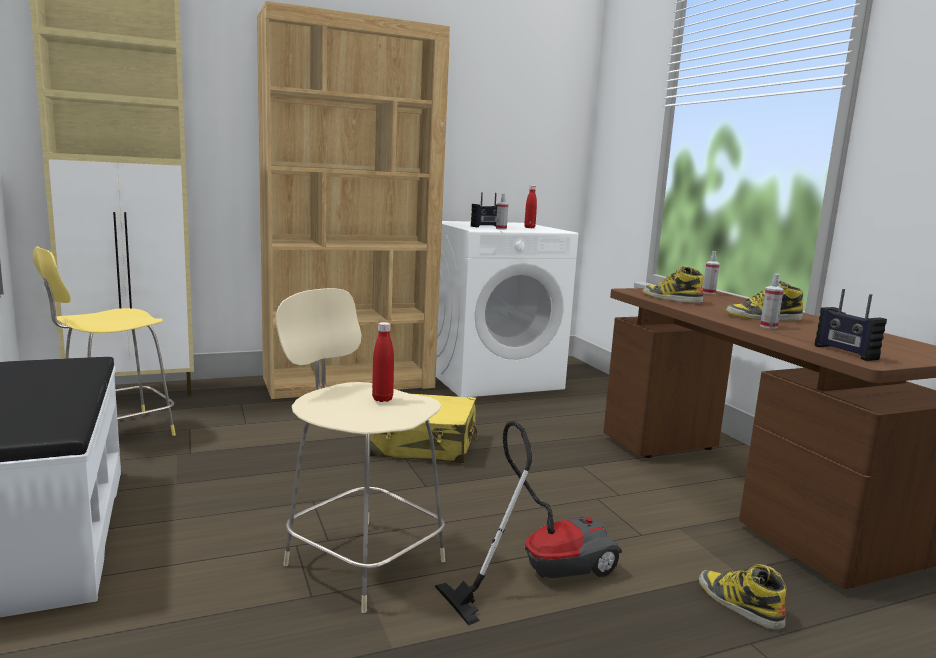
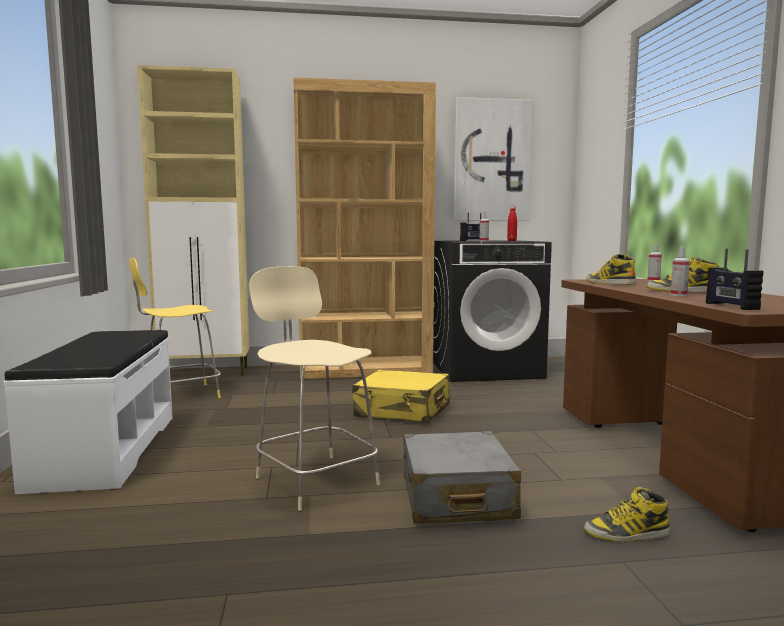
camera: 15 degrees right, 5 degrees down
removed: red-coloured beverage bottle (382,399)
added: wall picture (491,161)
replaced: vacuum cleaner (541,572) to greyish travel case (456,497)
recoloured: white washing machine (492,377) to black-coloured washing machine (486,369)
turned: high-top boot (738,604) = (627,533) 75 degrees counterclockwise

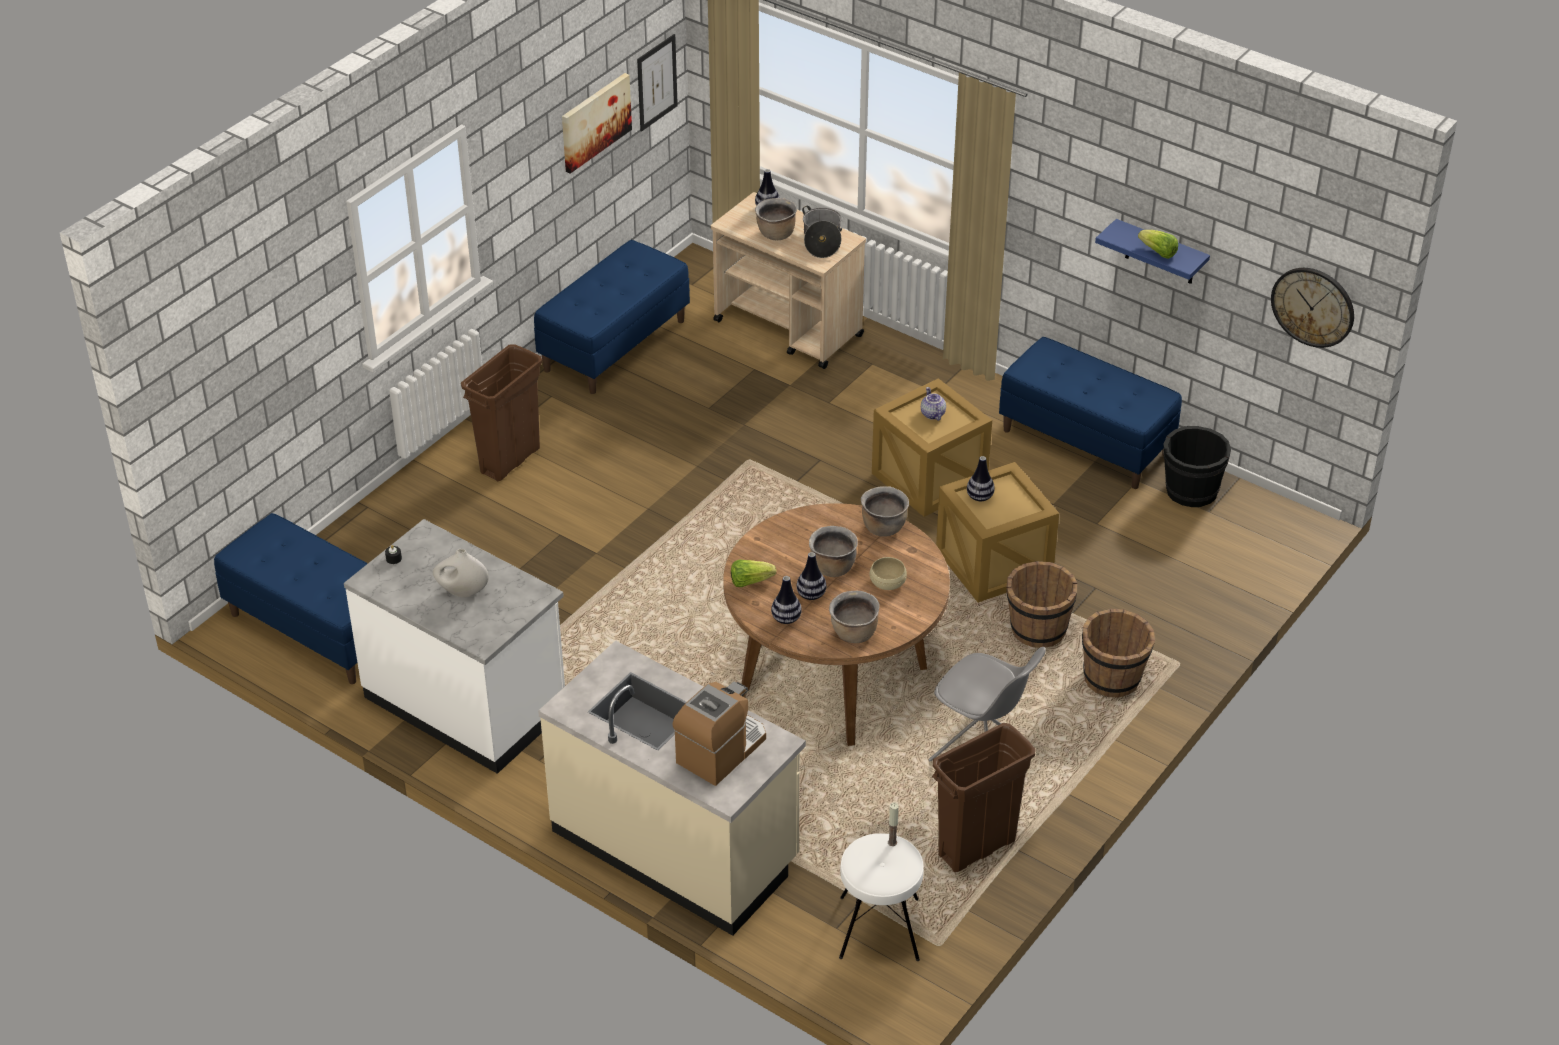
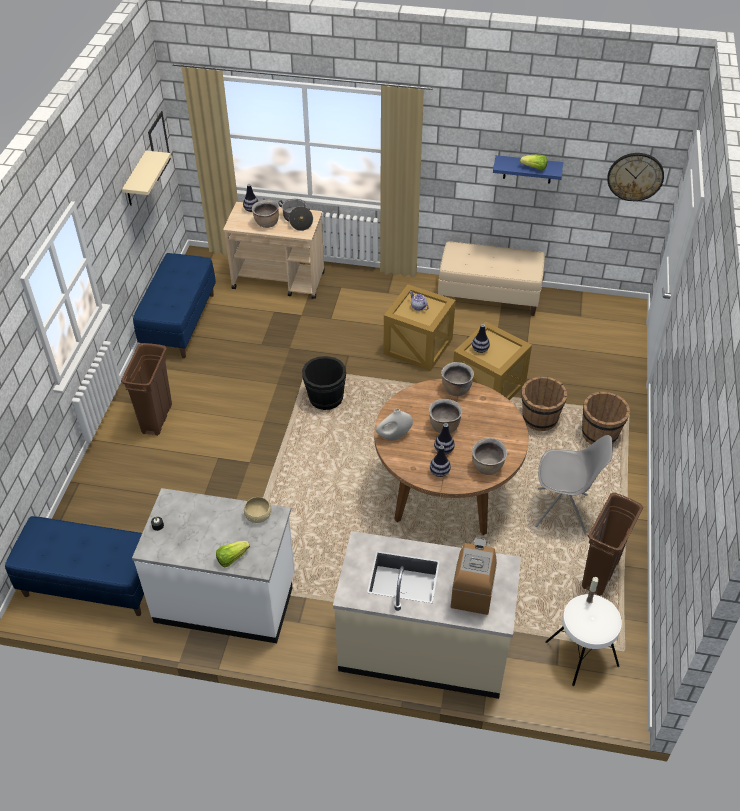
camera: 25 degrees left, 5 degrees up
moved: white flower vase (462,592) to (394,436); lettuce head (750,581) to (232,558); beige-coloured bowl (887,581) to (258,515); black-coloured pail (1190,491) to (325,398)
replaced: wall picture (595,122) to beige-coloured bracket shelf (136,180)
recoloured: bluish long seat (1086,442) to beige-coloured long seat (489,296)

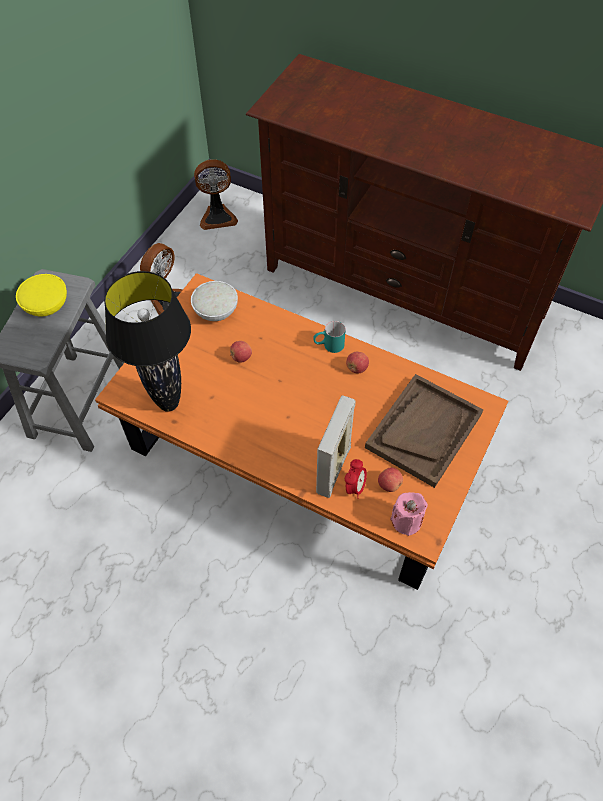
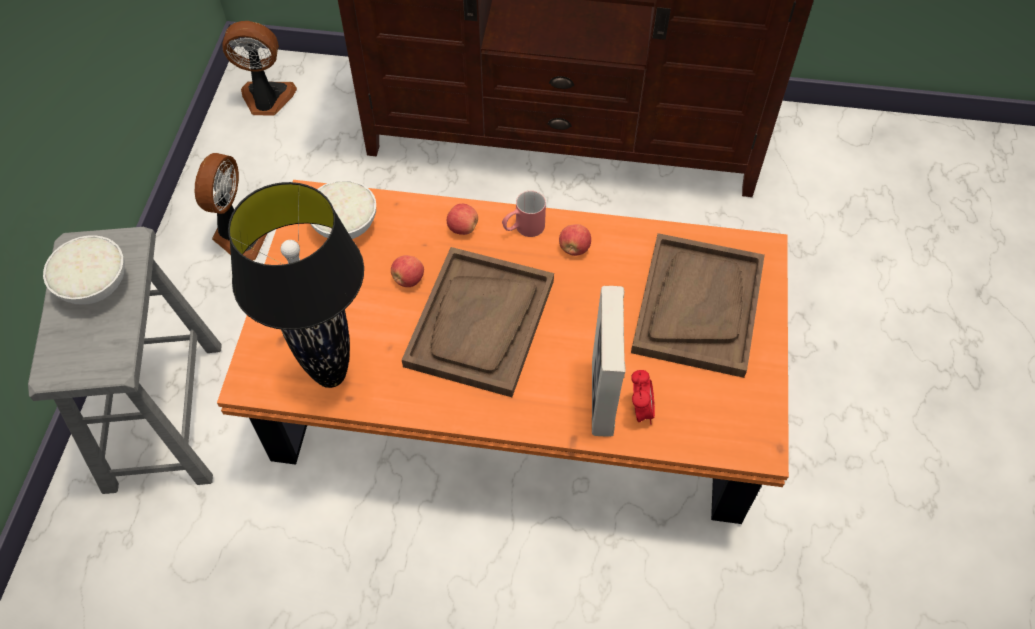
camera: 20 degrees left, 0 degrees up
removed: pink wax candle (406,521)
added: brownish serving tray (480,323)
moved: apple (389,484) to (462,228)
recoloured: yellowish bowl (46,305) to white bowl (94,285); turquoise tea mug (328,345) to red-coloured tea mug (523,228)
turned: fan (217,216) = (267,99) 150 degrees counterclockwise

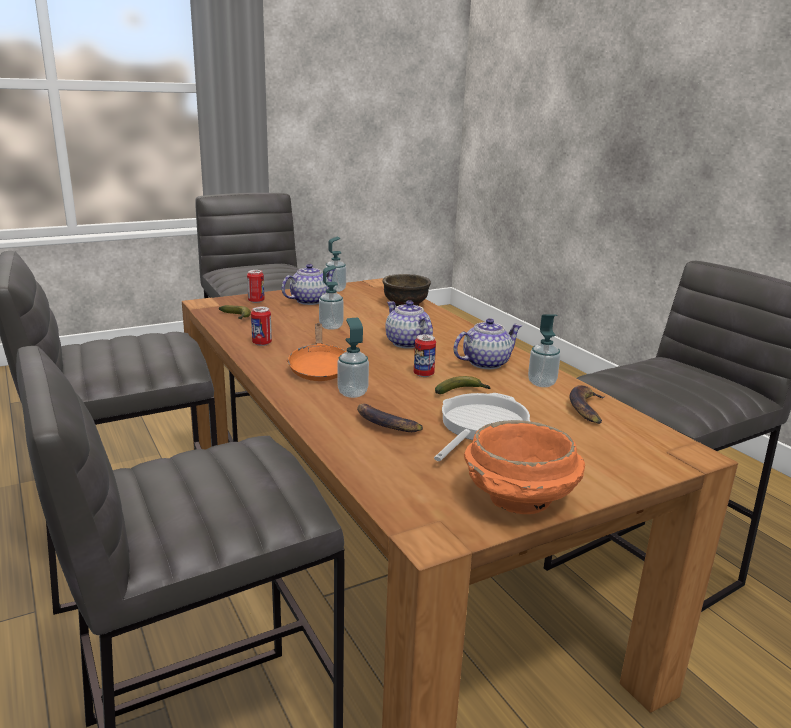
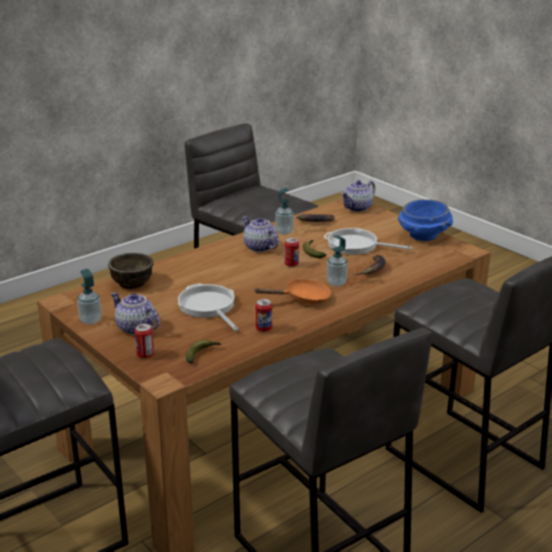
camera: 100 degrees left, 5 degrees up
moved: pot for tea (407,343) to (358,208)
replaced: soap dispenser (331,326) to frying pan (208,307)
recoloured: orange bowl (518,500) to bluish bowl (424,236)

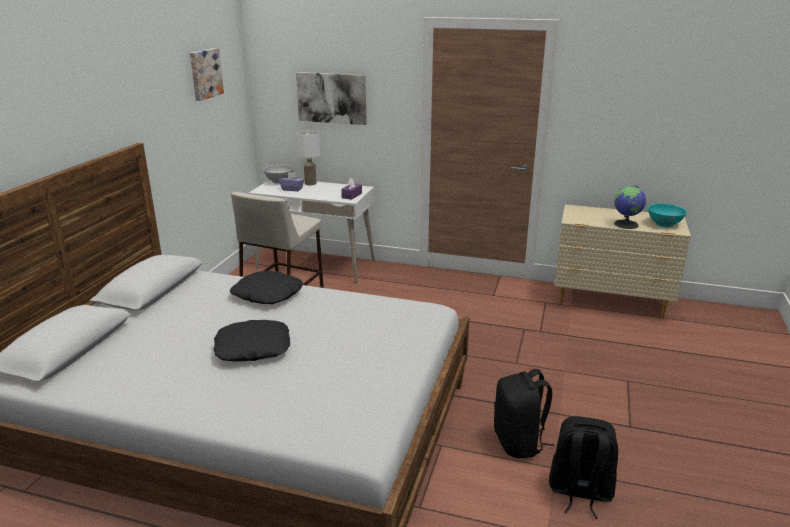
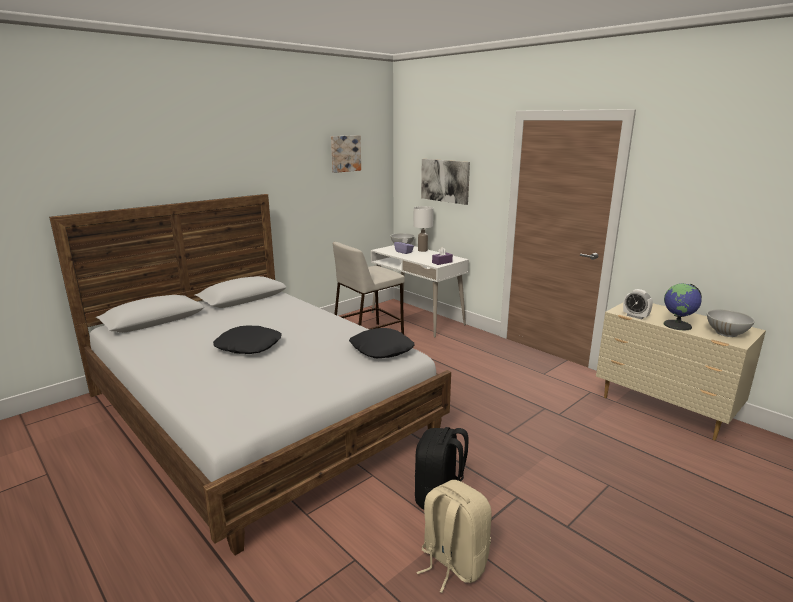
camera: 30 degrees right, 5 degrees down
added: alarm clock (635,316)
moved: black-coloured throw pillow (267,294) to (381,349)
recoloured: black-coloured backpack (579,492) to beige-coloured backpack (452,562); turquoise bowl (664,224) to white bowl (726,333)

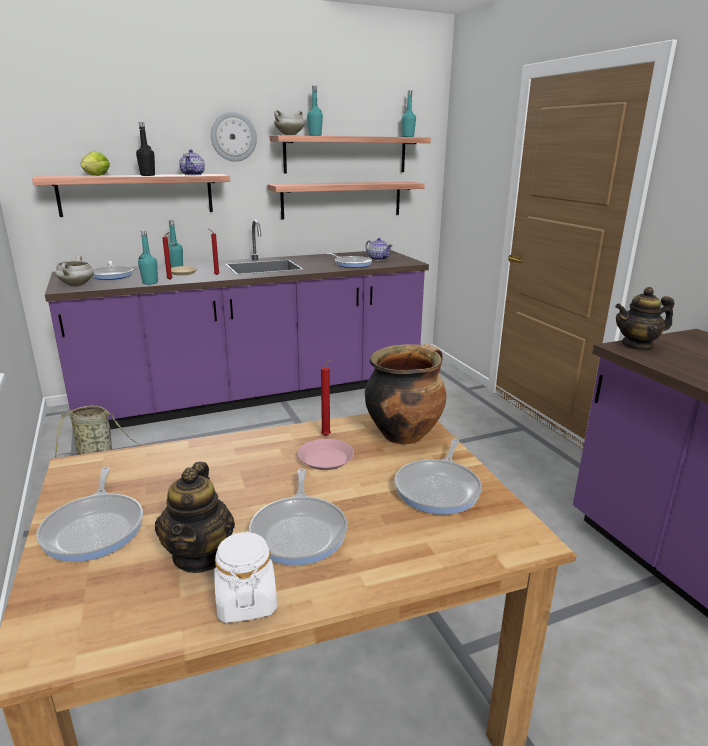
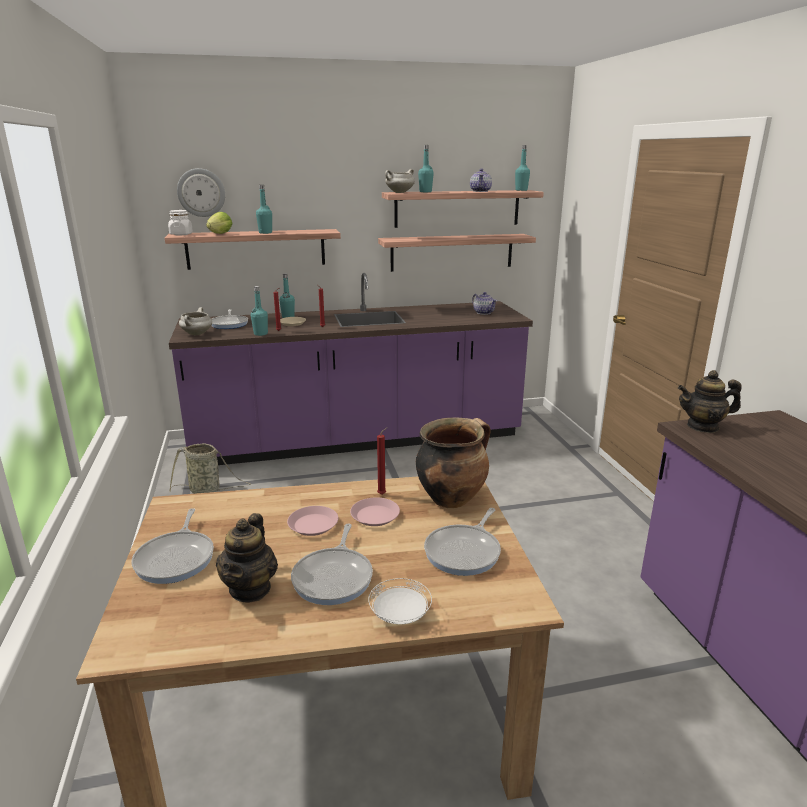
camera: 10 degrees right, 0 degrees up
removed: frying pan (351,264)
added: pink plate (313,524); white plate (399,615)
moved: pot for tea (193,174) to (480,191); clock on the wall (233,137) to (201,192); white preserve jar (246,601) to (181,234)
recoloured: black-coloured beverage bottle (147,175) to turquoise beverage bottle (265,233)

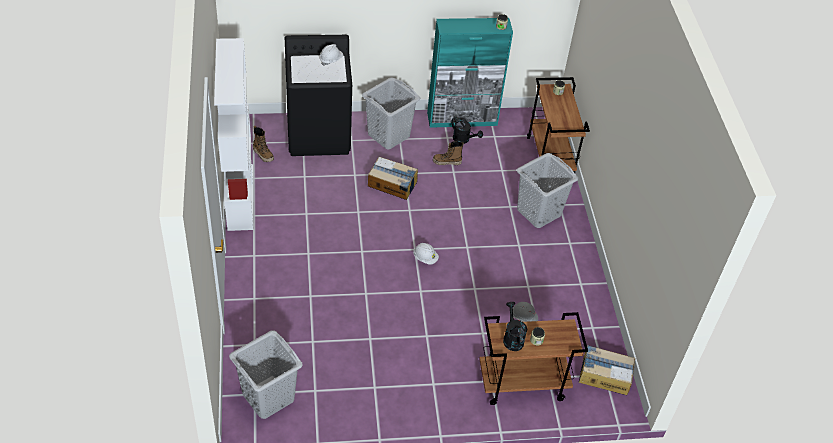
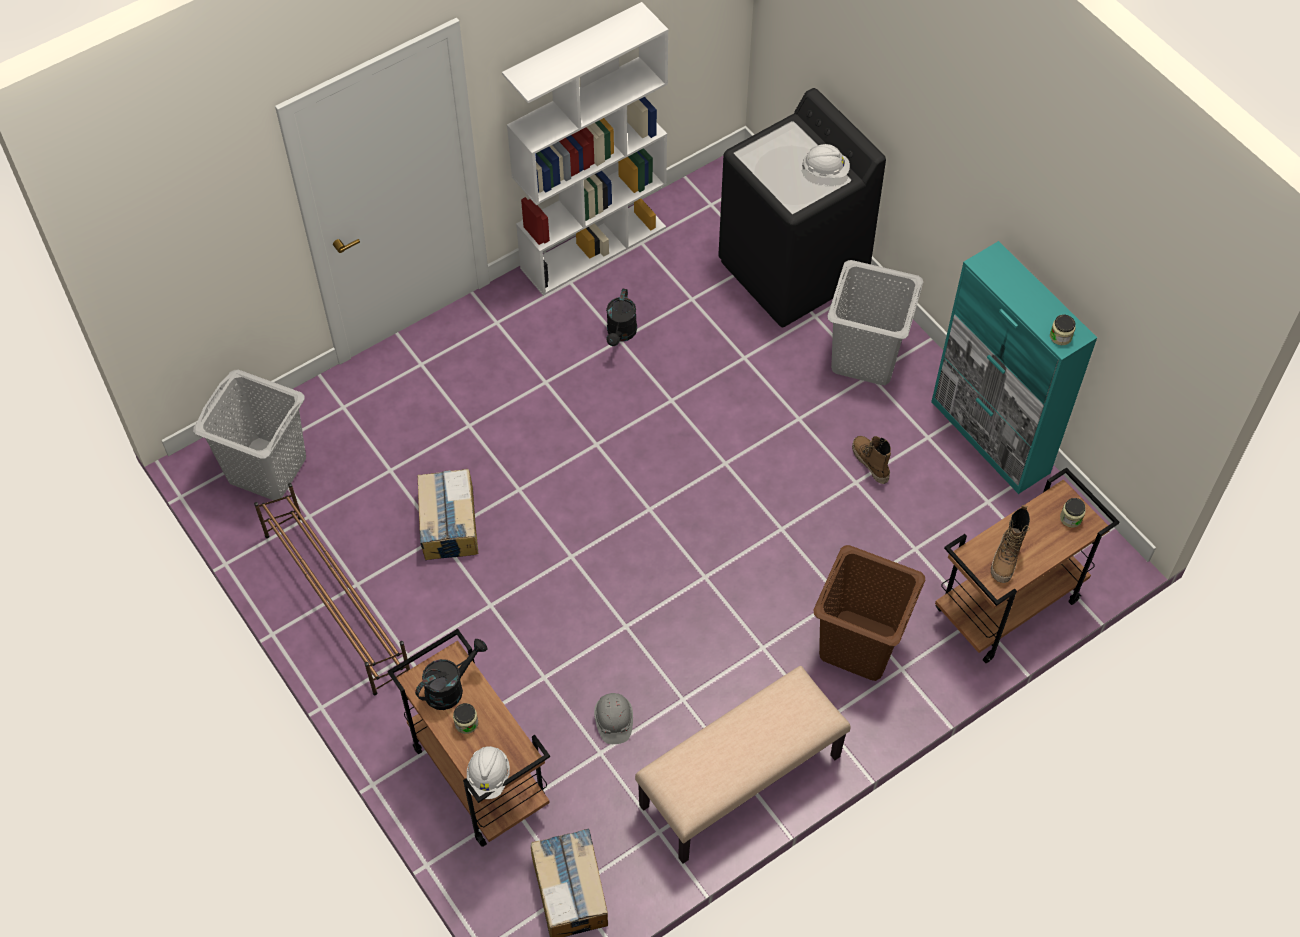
camera: 65 degrees right, 10 degrees up
added: brownish shoe rack (336,601); beige-coloured long seat (740,782)
moved: high-top boot (263,154) to (1006,559); carton (392,184) to (448,523); white work helmet (425,258) to (489,777); black-coloured watering can (464,139) to (621,334)
recoloured: greyish laundry basket (539,212) to brownish laundry basket (859,645)

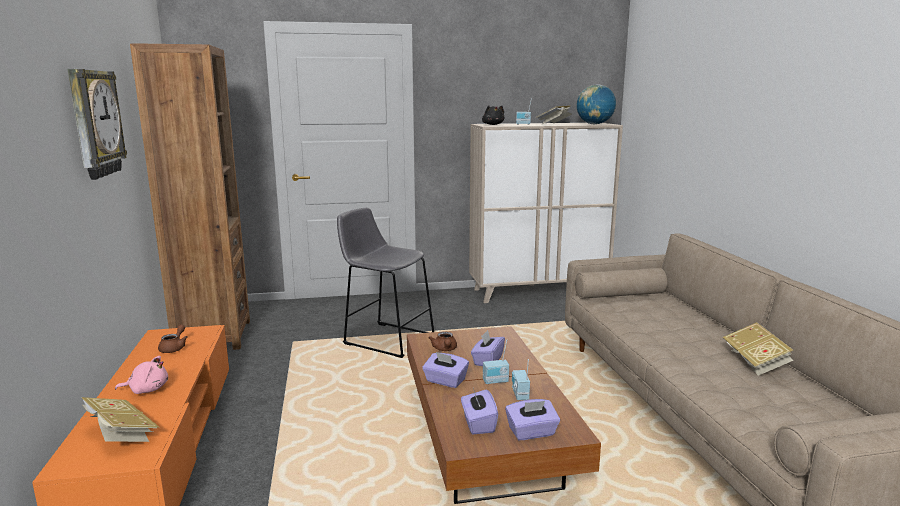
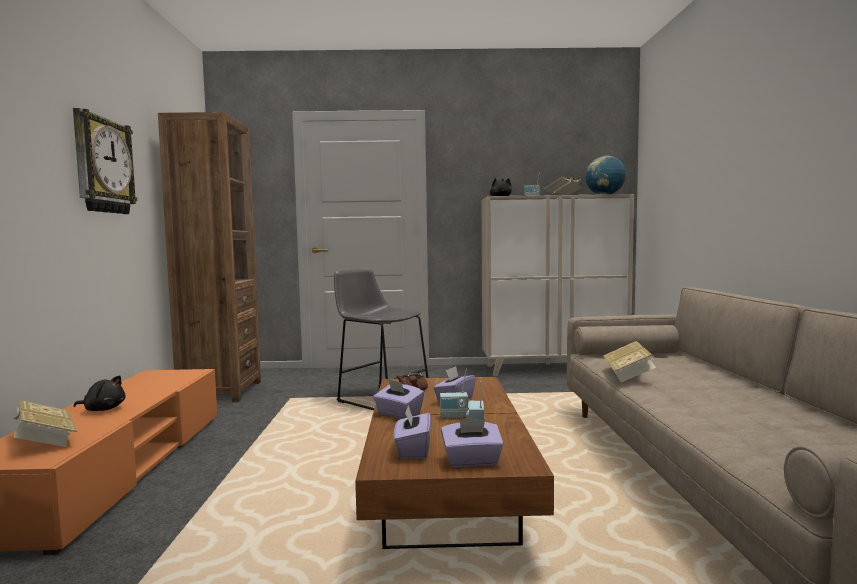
camera: 10 degrees right, 10 degrees down
removed: brownish pot for tea (174,348)
moved: book (755,362) to (628,375)
recoloured: pink cuddly toy (147,389) to black-coloured cuddly toy (103,409)

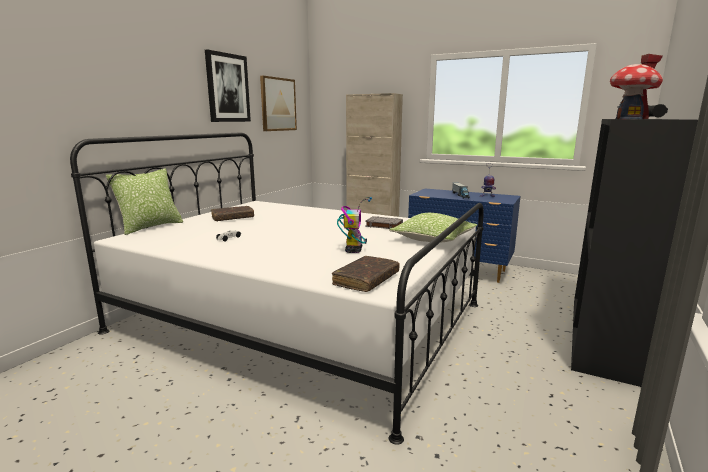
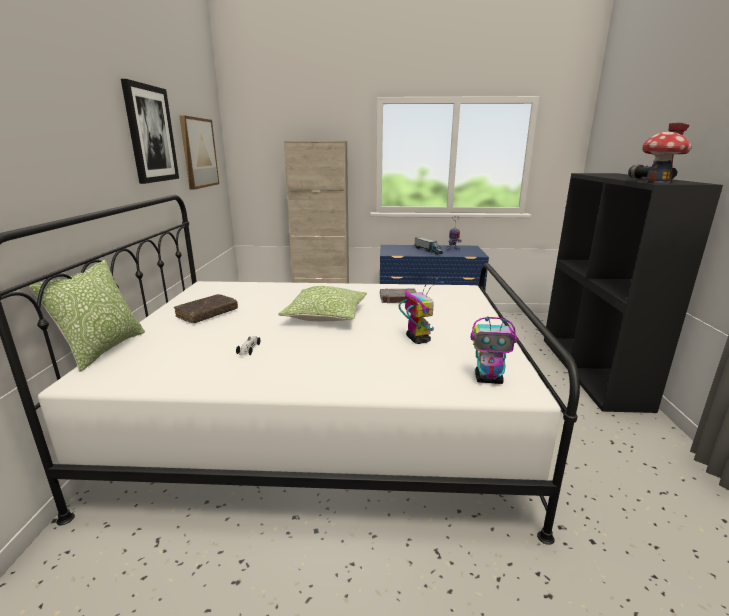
camera: 25 degrees left, 5 degrees up
moved: throw pillow (433,239) to (326,315)
replaced: brownish book (366,280) to robot figure (489,379)

